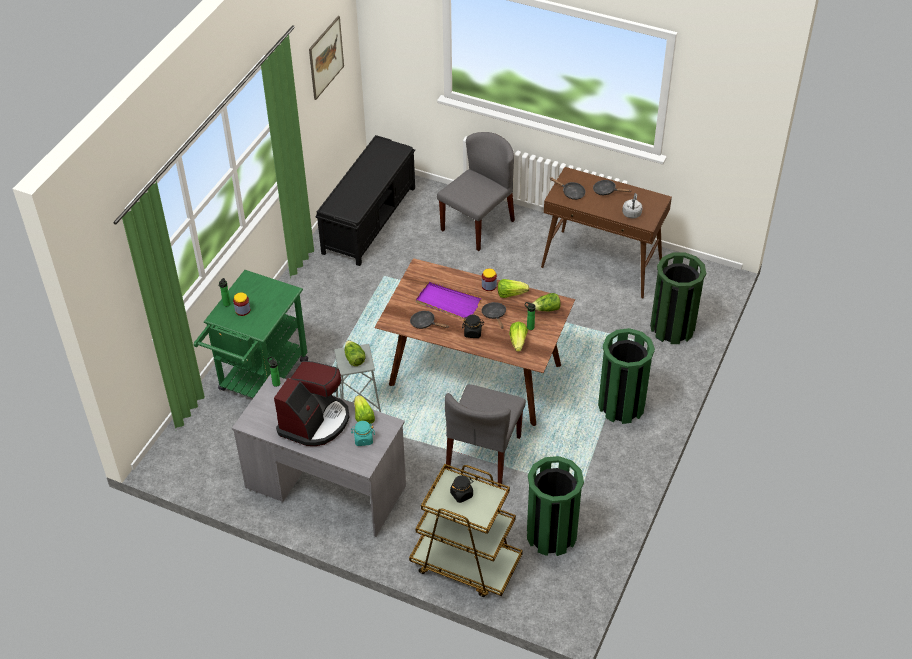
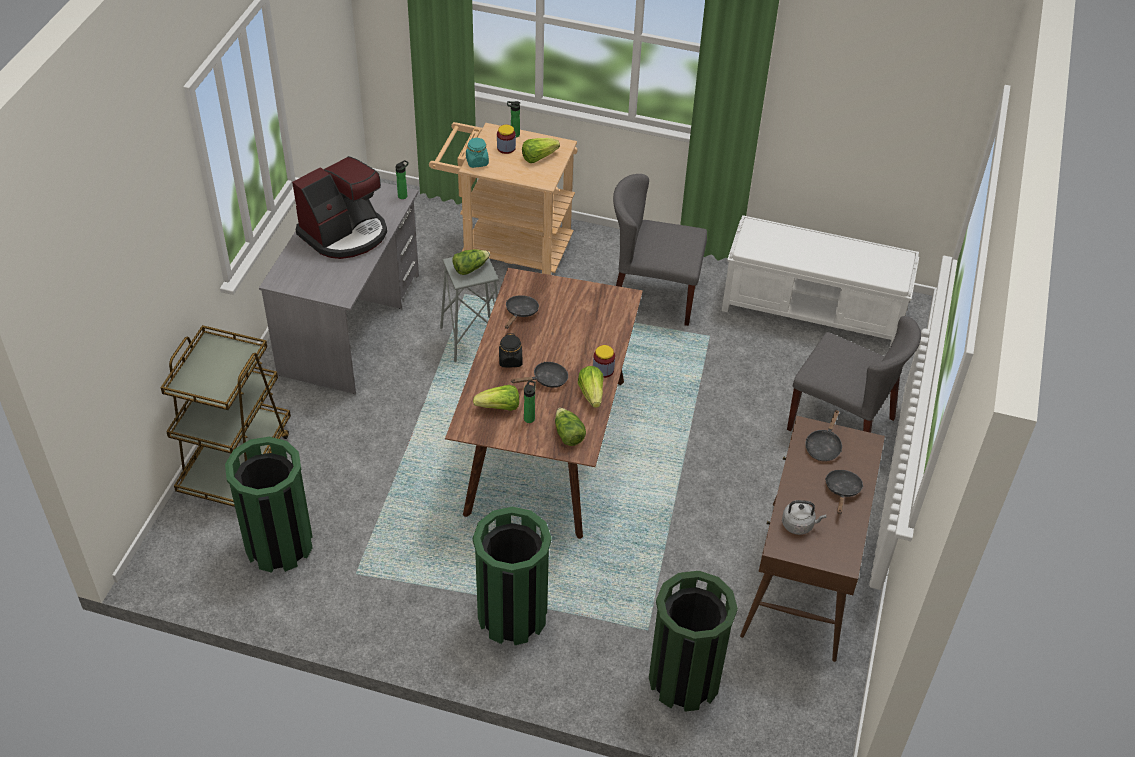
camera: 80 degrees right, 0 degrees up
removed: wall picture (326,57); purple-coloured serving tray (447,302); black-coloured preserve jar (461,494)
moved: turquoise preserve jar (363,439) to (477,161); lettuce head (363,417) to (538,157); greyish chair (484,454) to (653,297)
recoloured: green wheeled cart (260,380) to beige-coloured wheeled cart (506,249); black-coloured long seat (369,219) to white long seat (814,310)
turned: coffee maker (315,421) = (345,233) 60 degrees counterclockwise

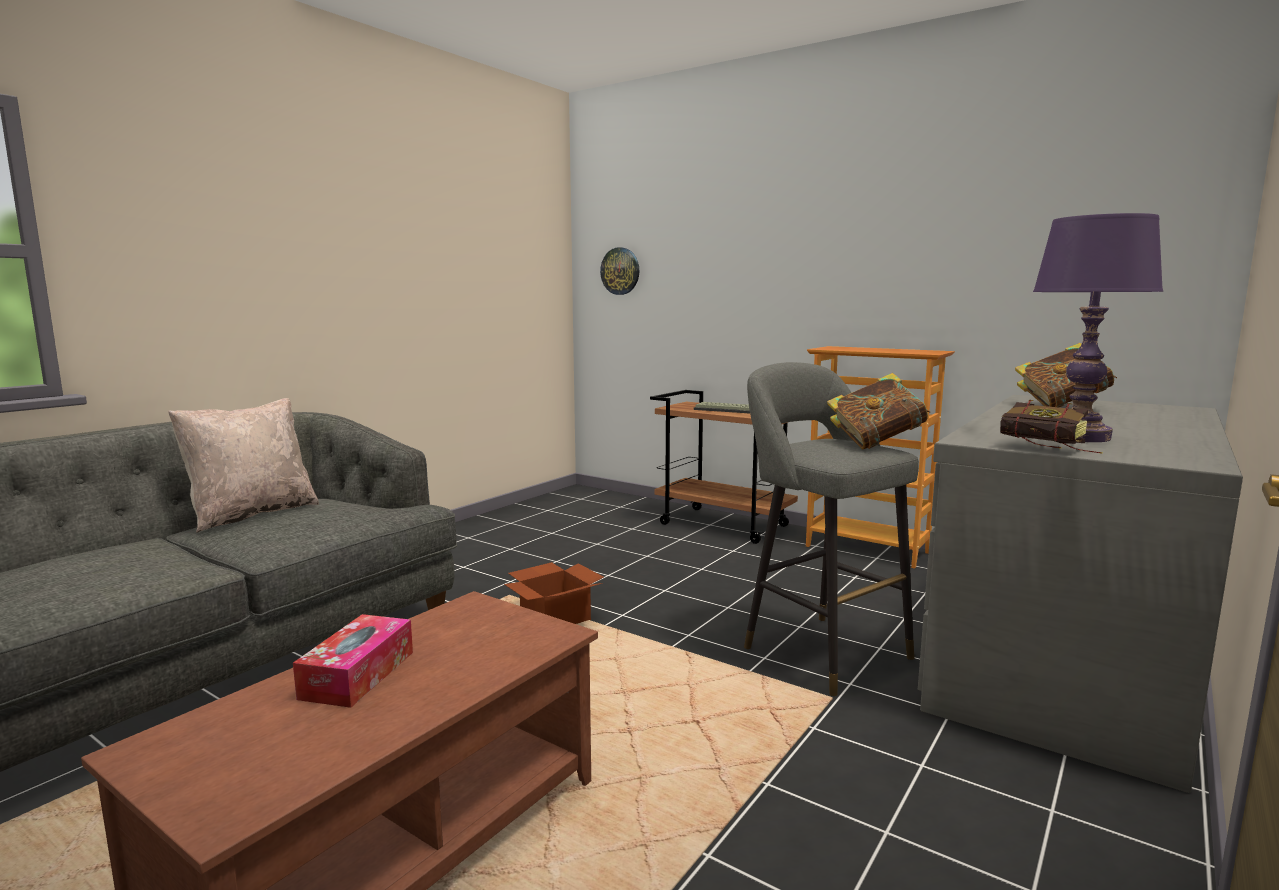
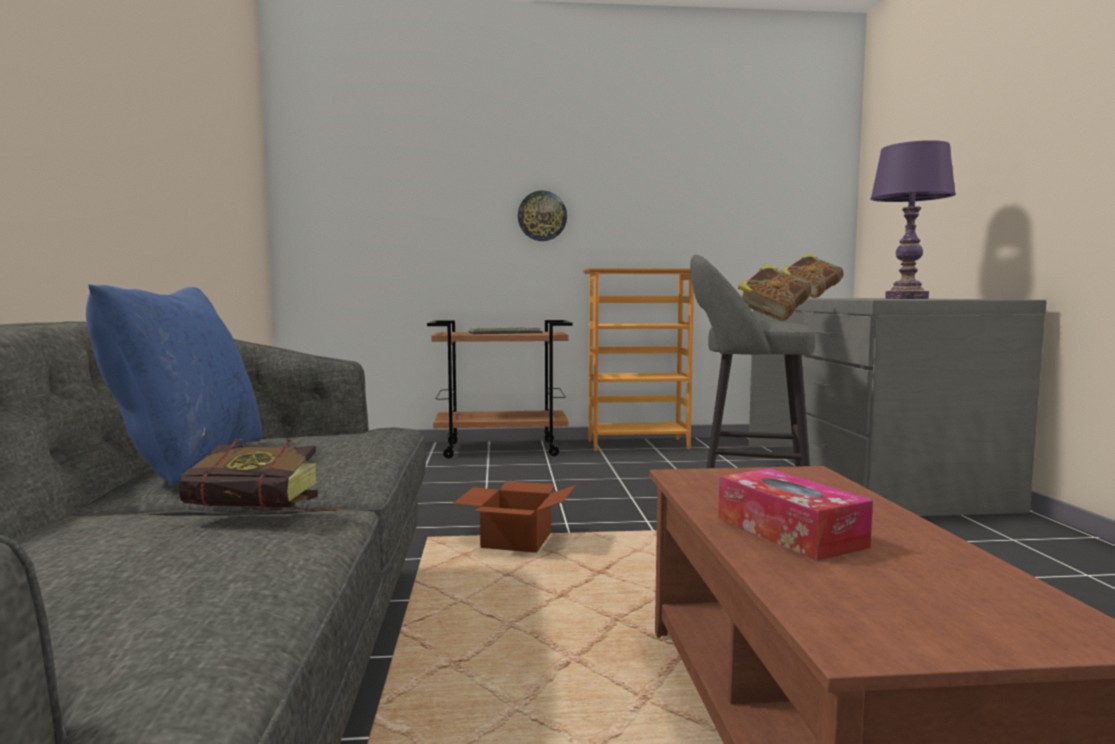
camera: 40 degrees left, 5 degrees down
moved: clock on the wall (620,271) to (542,216); book (1050,449) to (266,516)
recoloured: beige-coloured throw pillow (252,514) to bluish throw pillow (187,461)

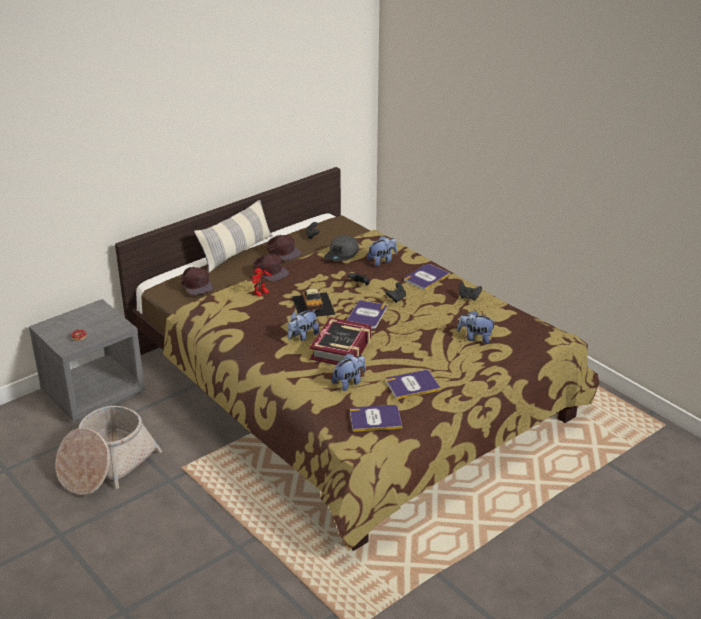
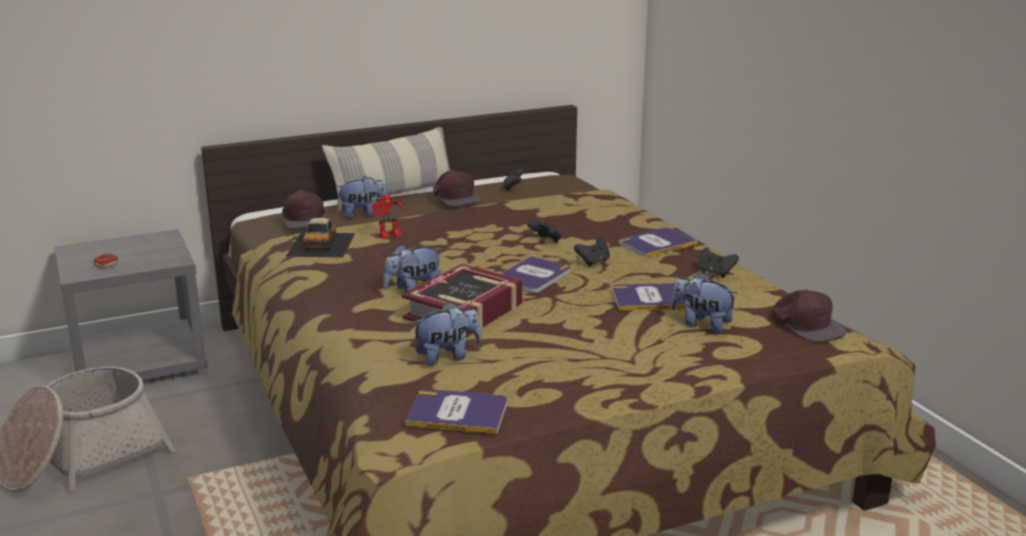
camera: 15 degrees right, 10 degrees down
removed: greyish cap (342,255)
moved: brownish cap (270,271) to (807,325); toy car (313,305) to (321,244); cuddly toy (382,261) to (364,215); book (412,385) to (651,298)

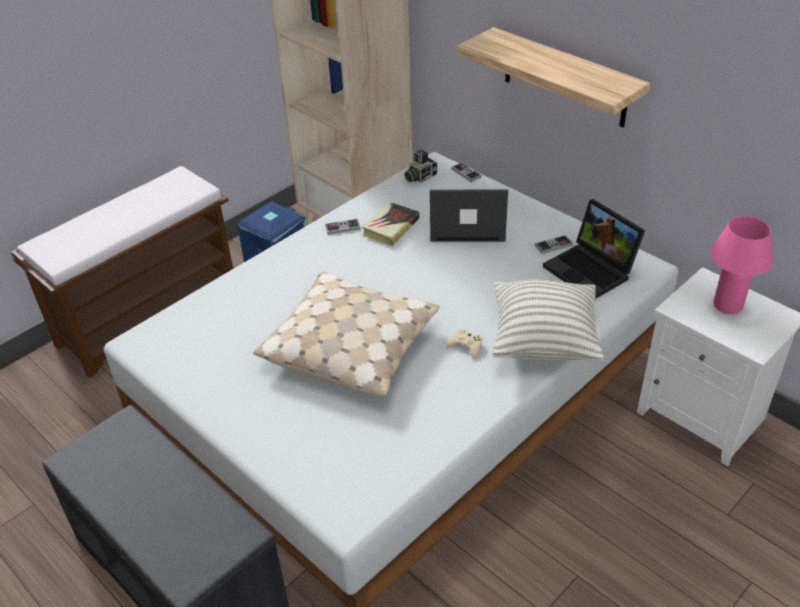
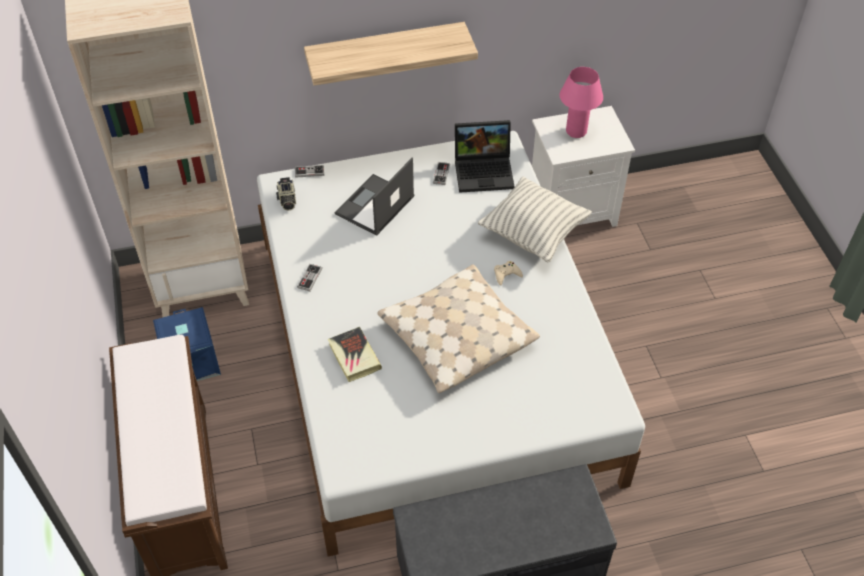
camera: 60 degrees left, 10 degrees up
moved: book (391,227) to (354,357)

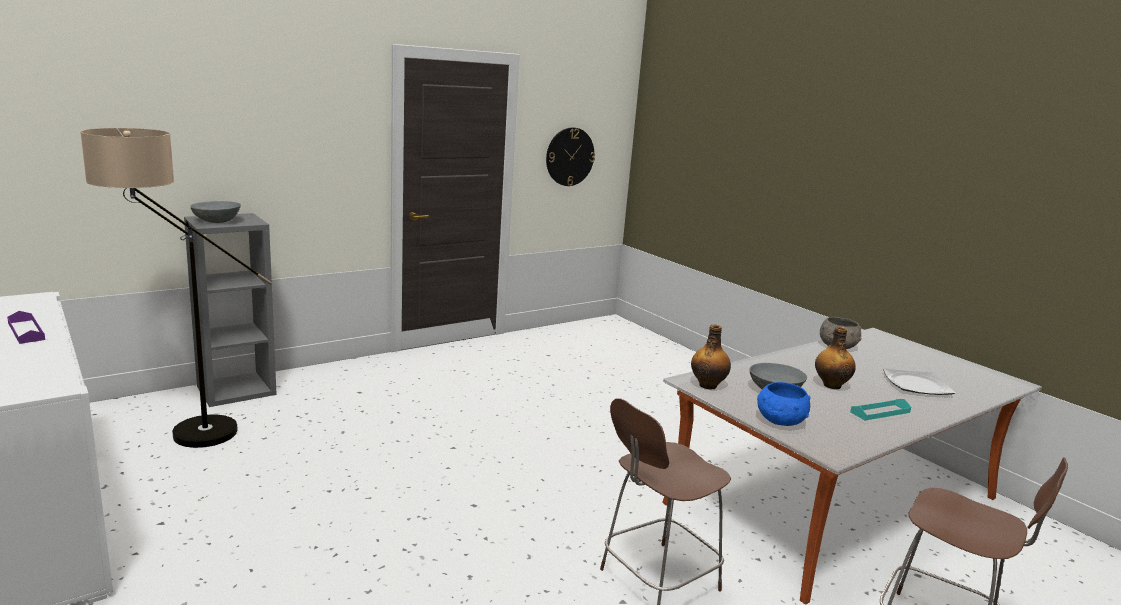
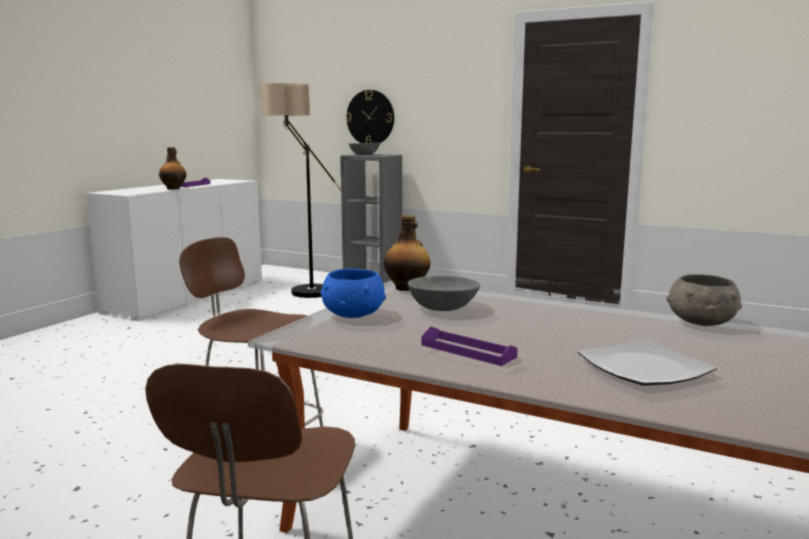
camera: 65 degrees right, 5 degrees down
moved: clock on the wall (569,156) to (370,117); beverage bottle (831,385) to (174,189)
recoloured: turquoise serving tray (880,412) to purple-coloured serving tray (468,351)

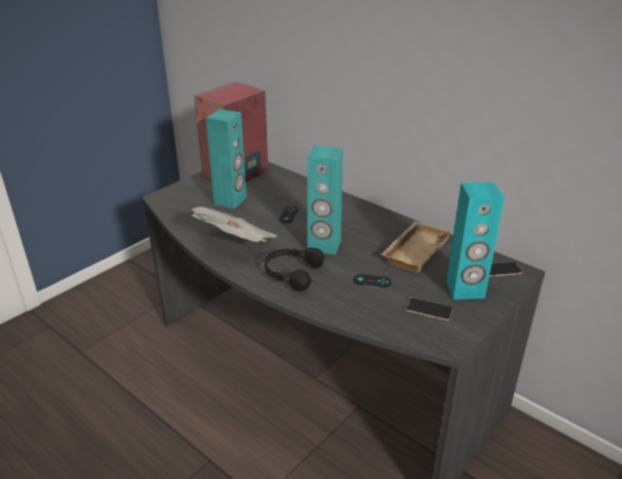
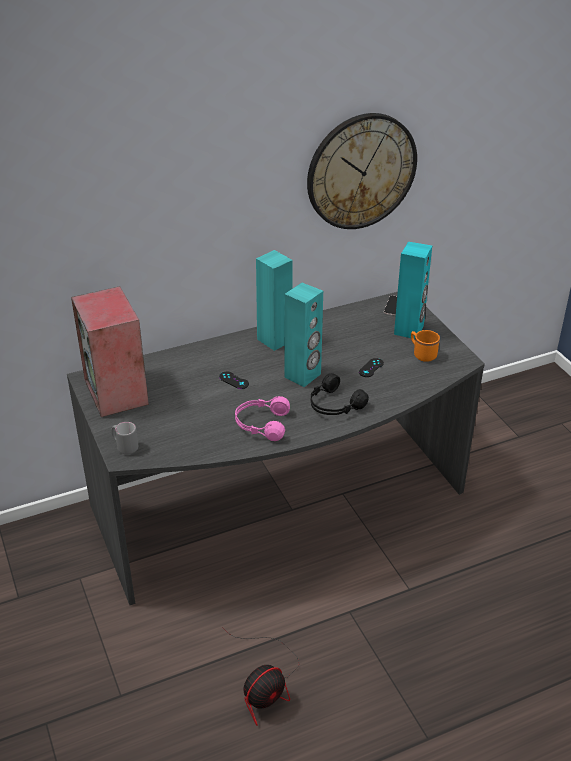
camera: 65 degrees left, 5 degrees up
removed: beige-coloured serving tray (414,250)
added: greyish tea mug (125,447); fan (266,684); clock on the wall (361,171)
moved: turquoise loudspeaker (230,201) to (275,340)
replaced: newspaper (236,243) to pink pair of headphones (261,424); phone (429,309) to orange tea mug (422,354)

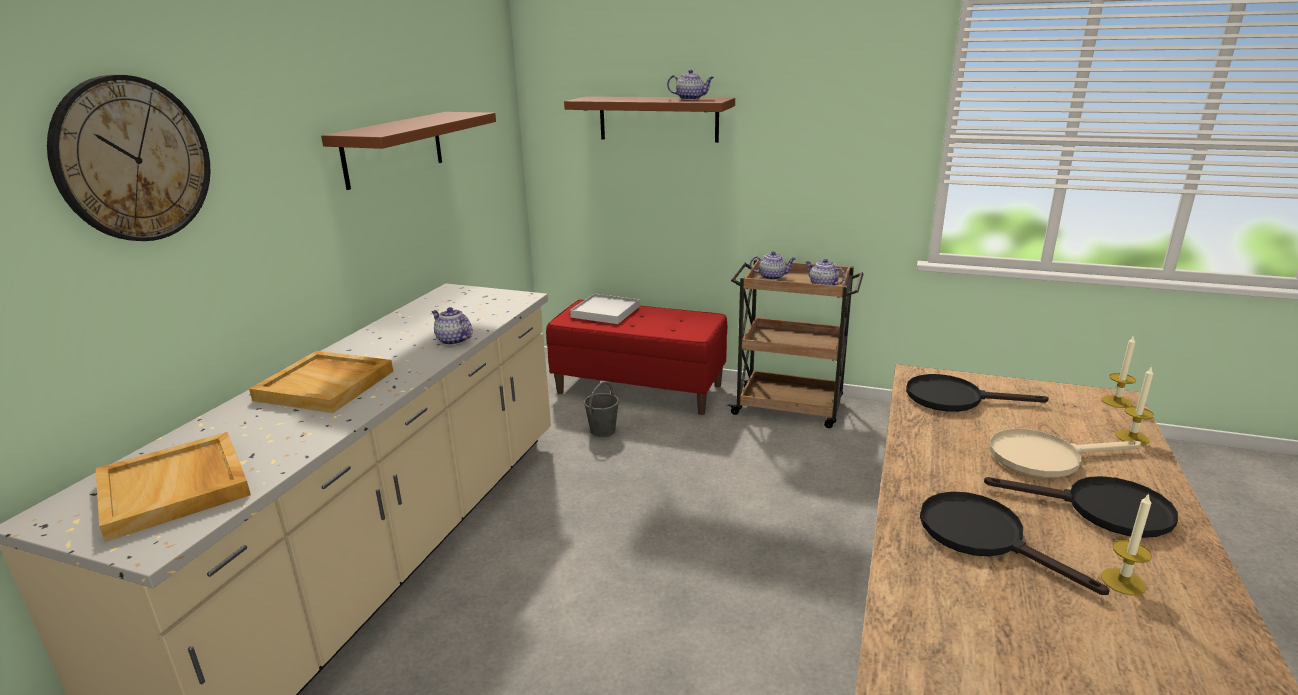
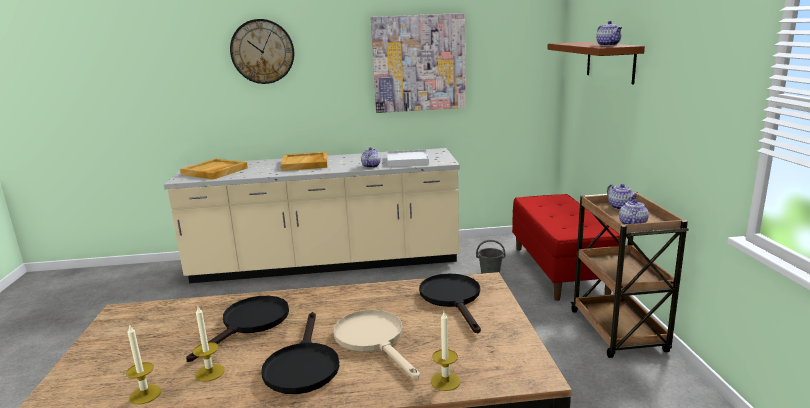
camera: 65 degrees right, 5 degrees down
moved: white serving tray (606,312) to (407,160); wax candle (1116,401) to (145,394)
replaced: brownish bracket shelf (393,148) to wall picture (419,63)

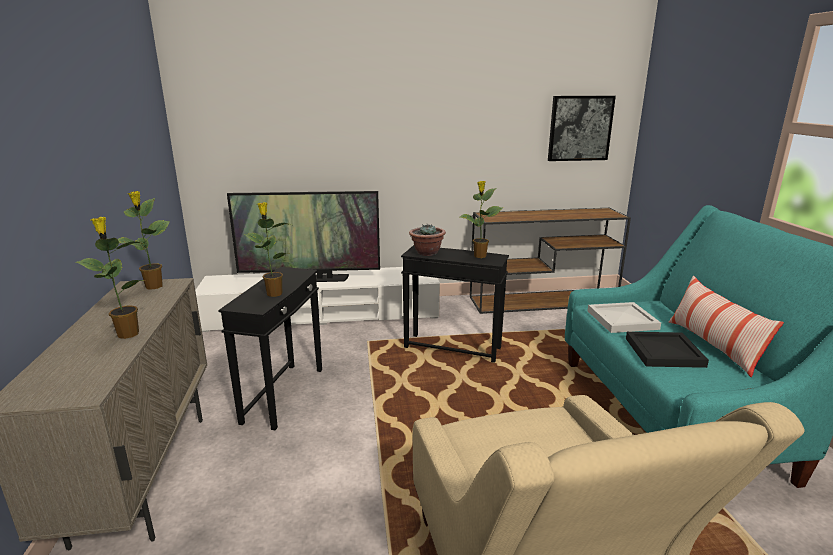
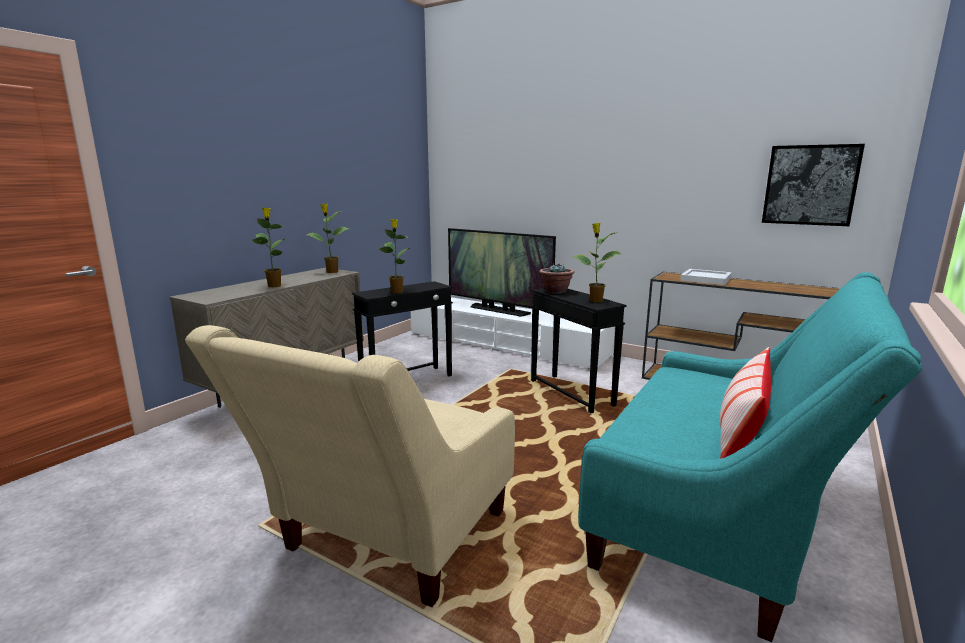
camera: 40 degrees right, 5 degrees down
removed: black-coloured serving tray (665,352)
moved: white serving tray (621,319) to (705,279)

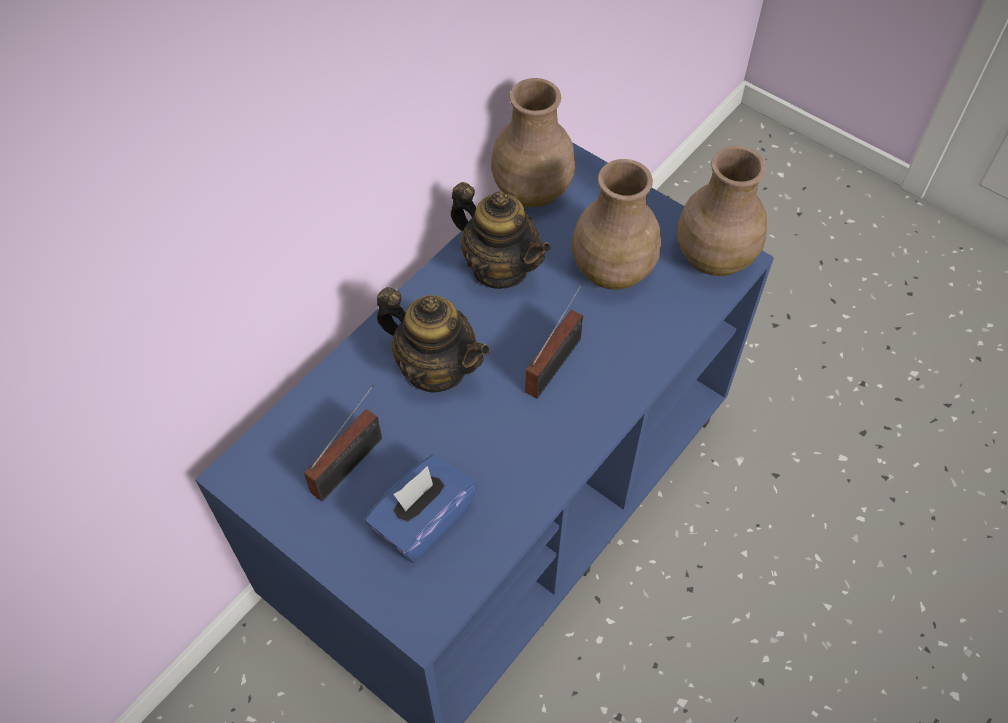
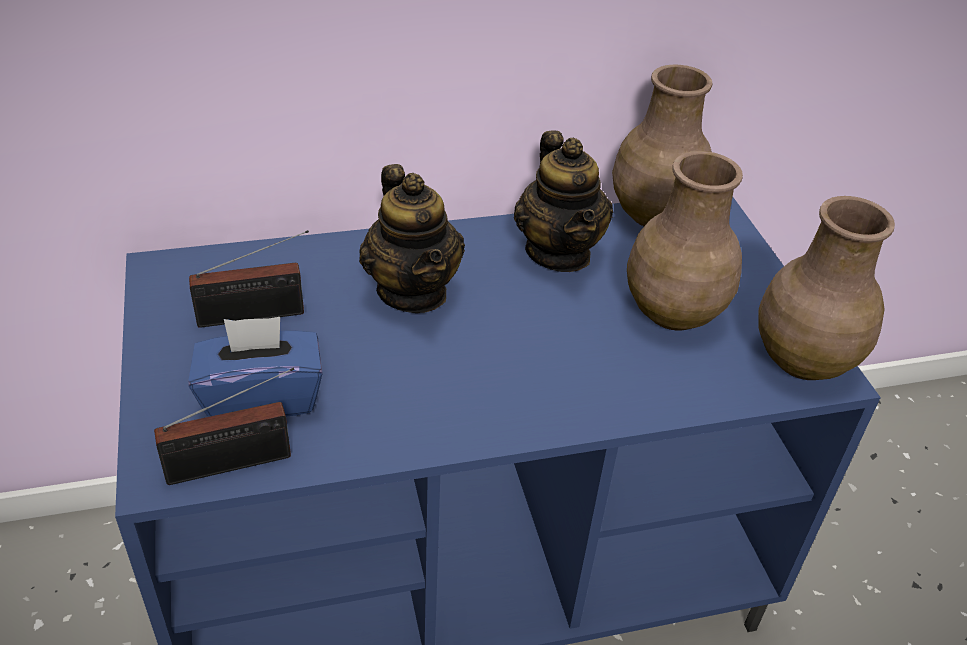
camera: 35 degrees right, 15 degrees down
moved: radio (556,362) to (236,463)

